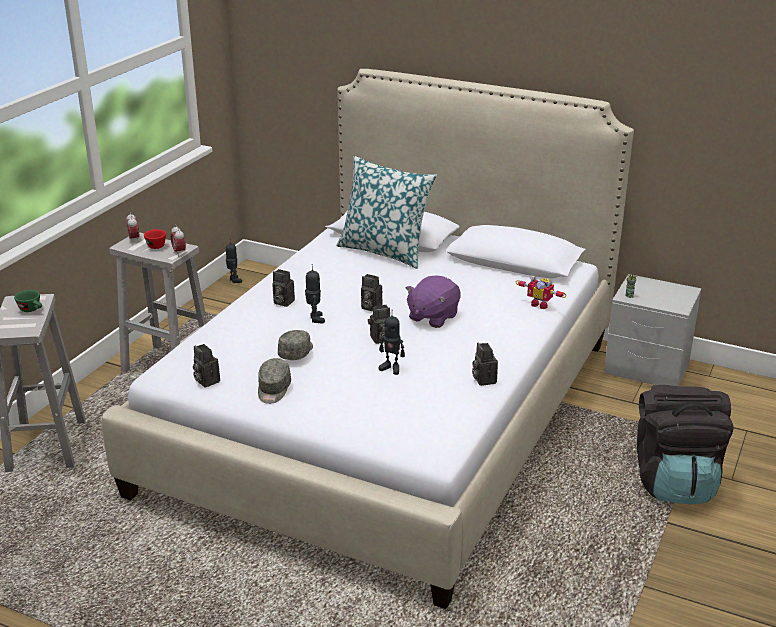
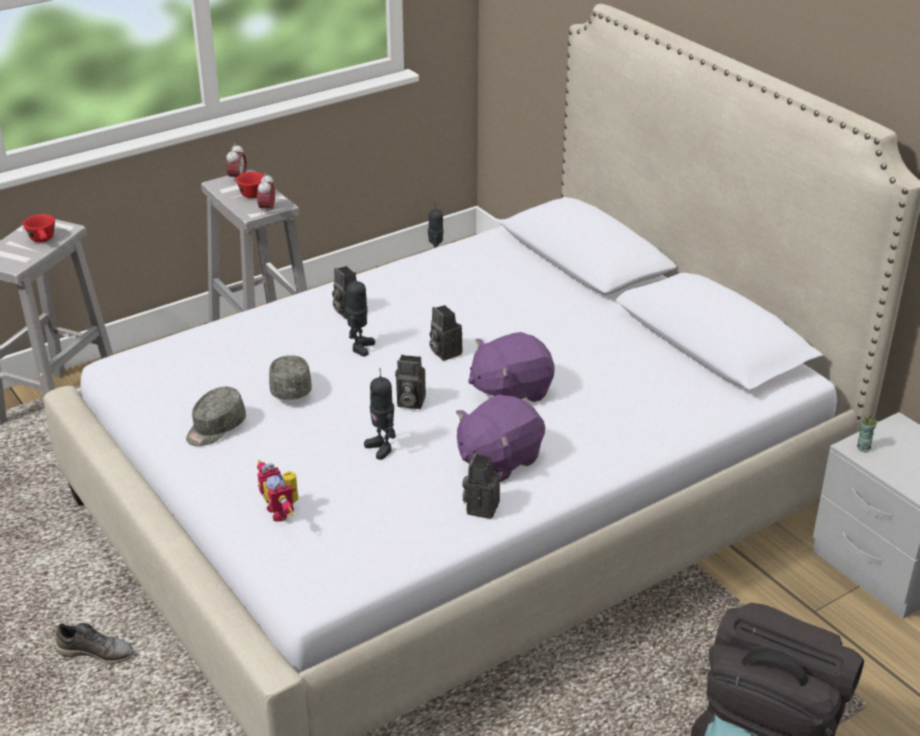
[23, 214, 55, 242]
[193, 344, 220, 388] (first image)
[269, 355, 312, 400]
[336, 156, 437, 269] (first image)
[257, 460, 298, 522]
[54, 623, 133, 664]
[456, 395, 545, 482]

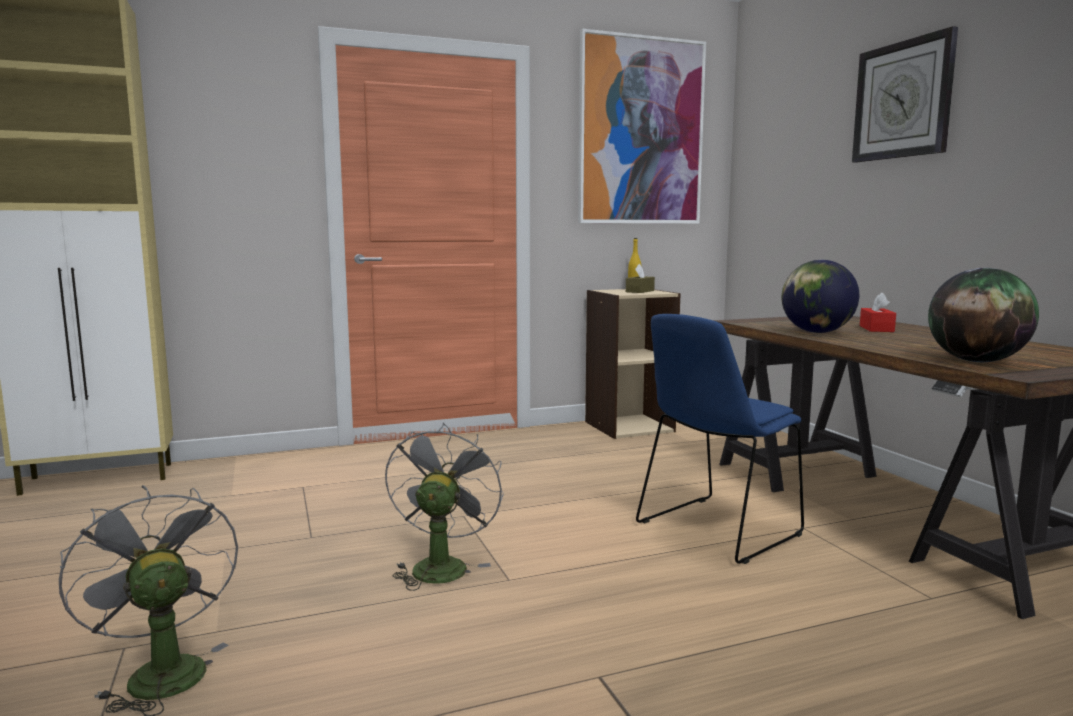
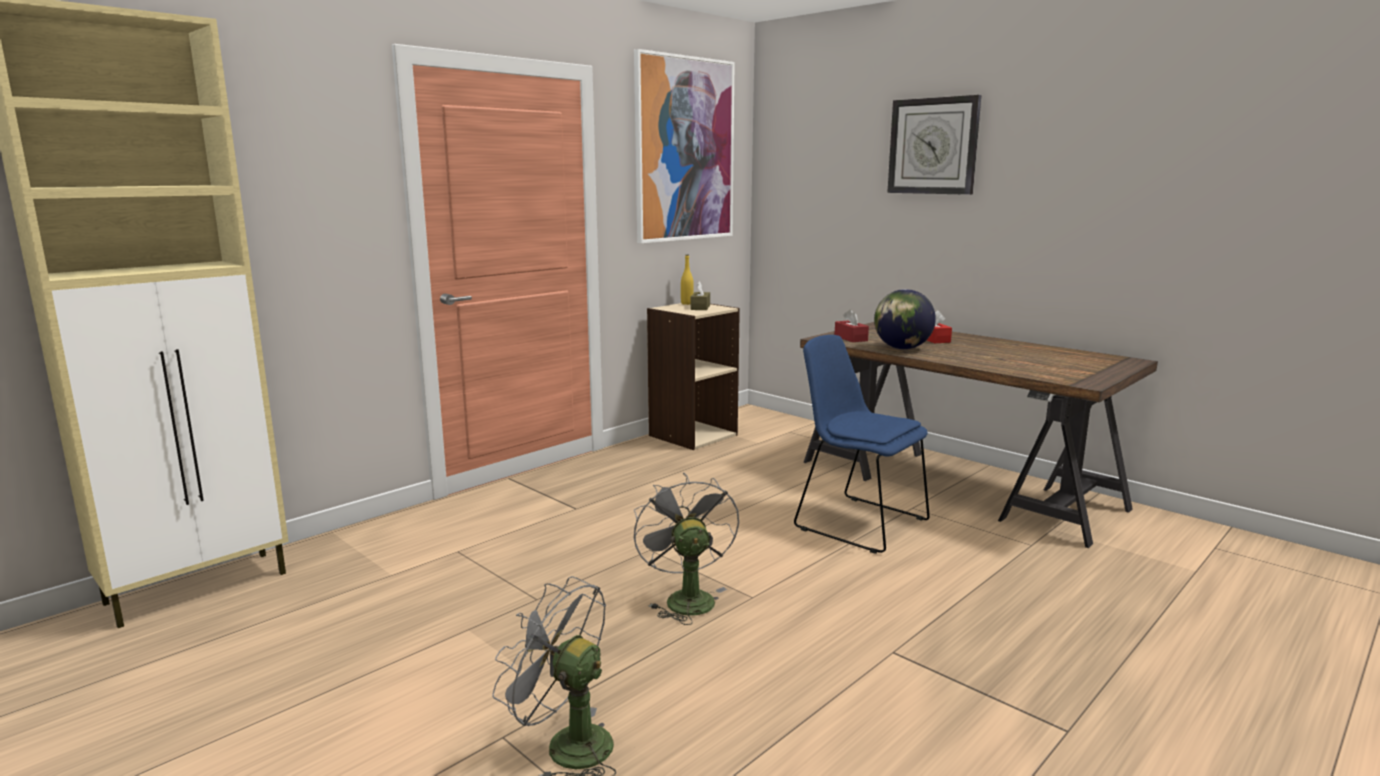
[794, 335, 930, 554]
[928, 268, 1039, 362] (first image)
[835, 309, 869, 342]

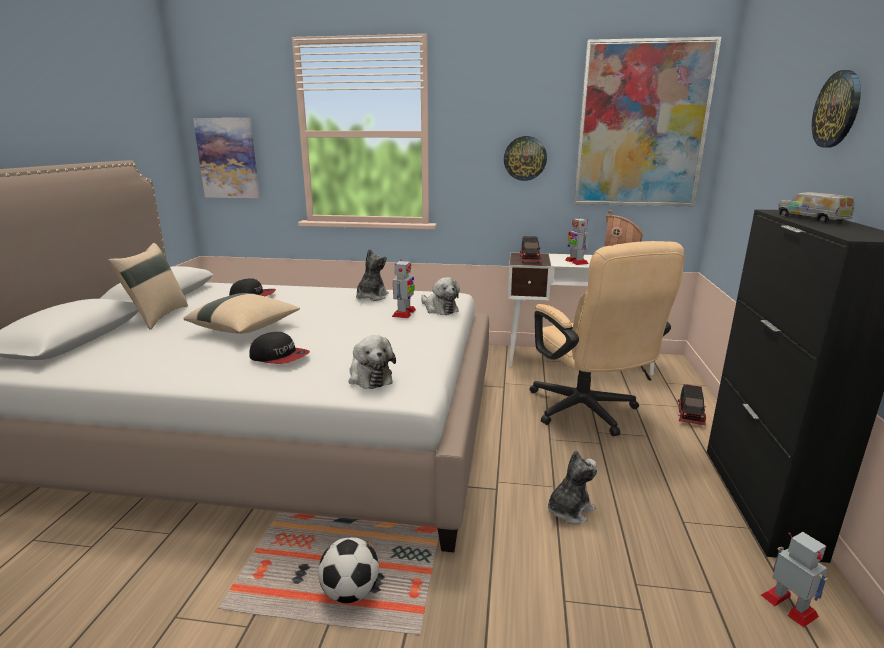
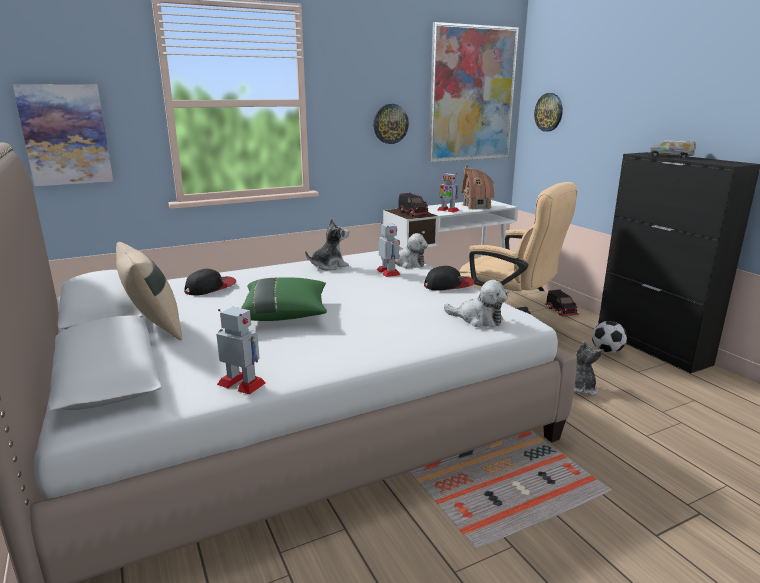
[241, 277, 327, 321]
[424, 266, 475, 291]
[592, 321, 627, 353]
[305, 218, 349, 270]
[216, 307, 266, 394]
[534, 93, 563, 132]

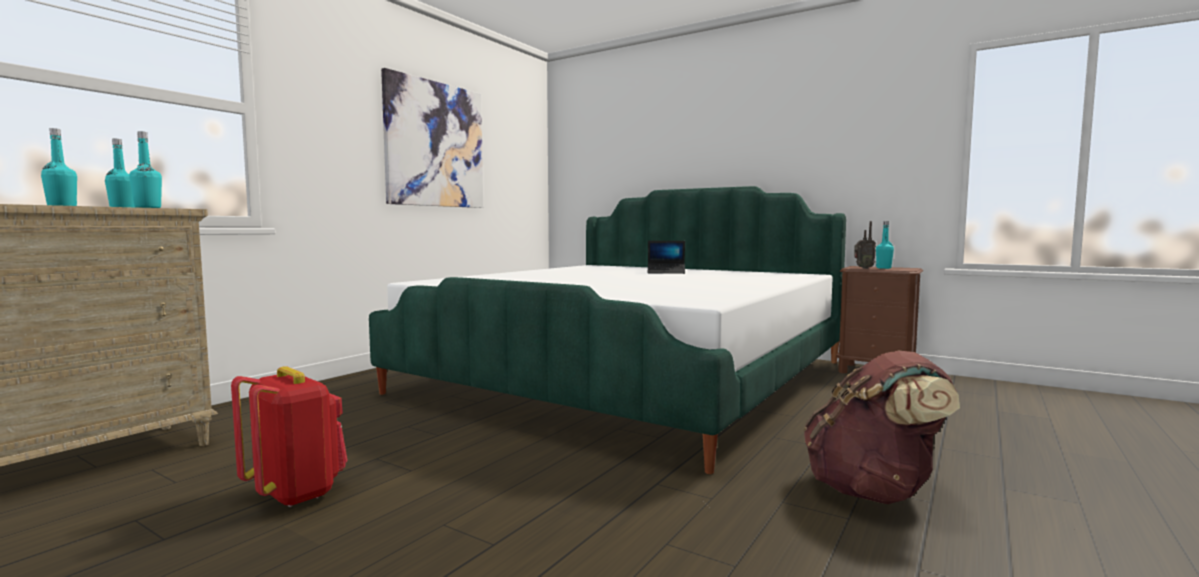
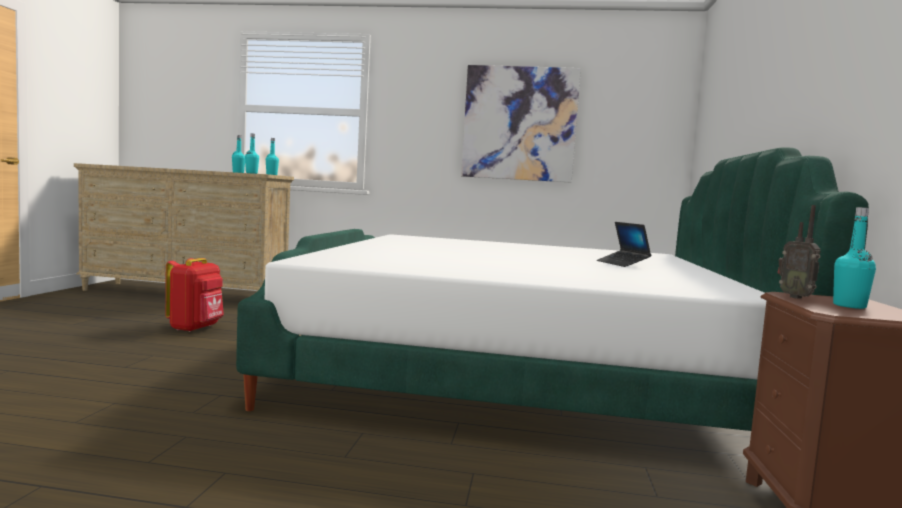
[804, 351, 960, 504] (first image)

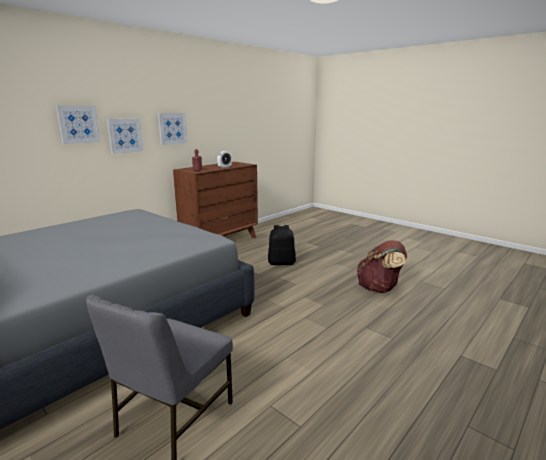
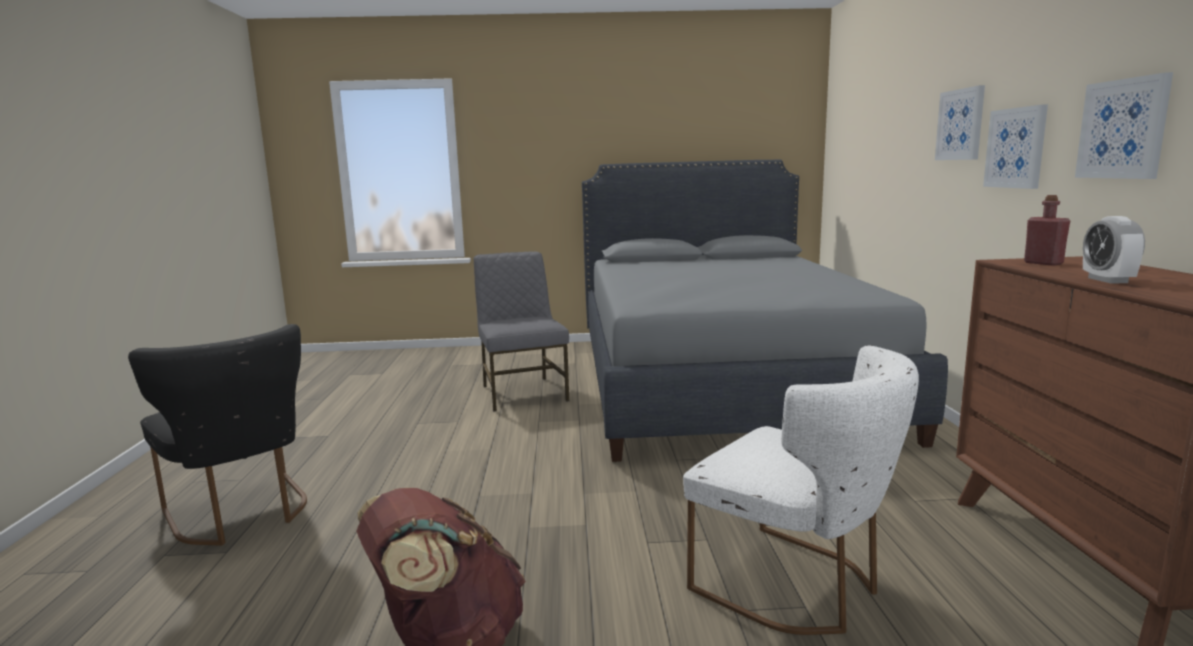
[683, 346, 919, 635]
[128, 324, 307, 546]

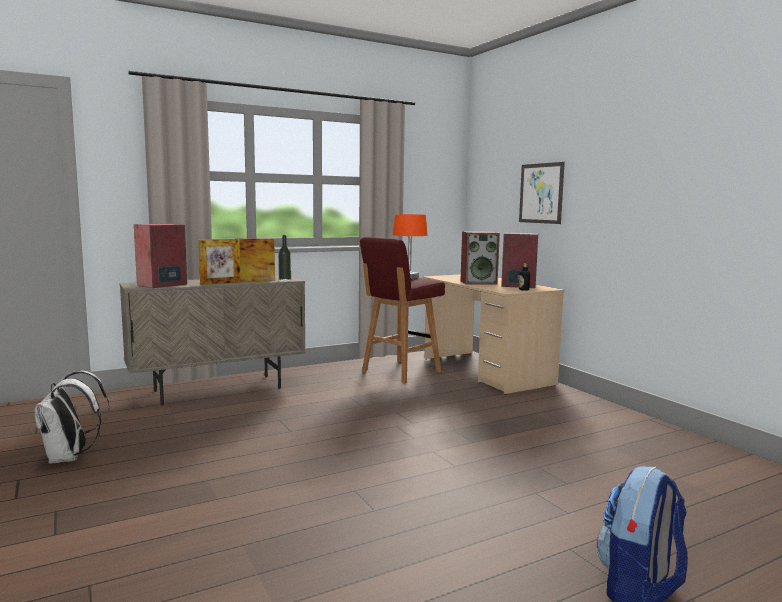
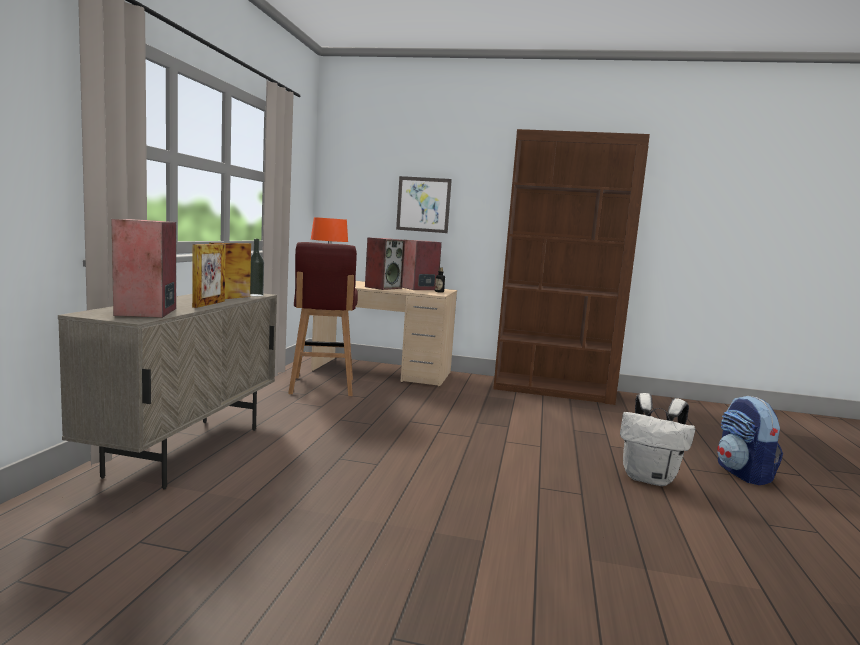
[620, 393, 695, 486]
[493, 129, 650, 405]

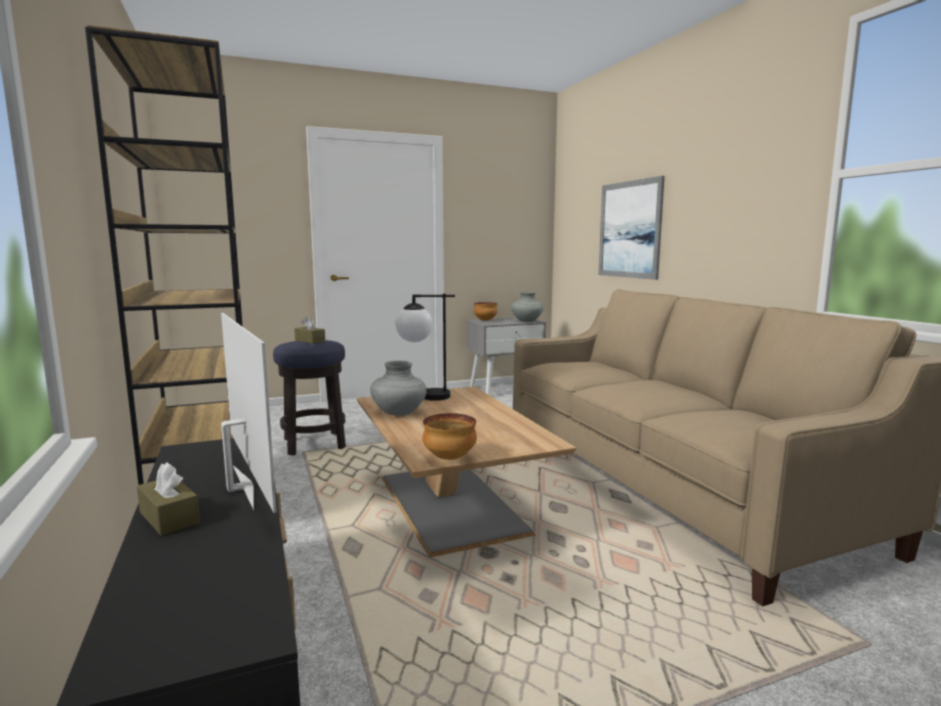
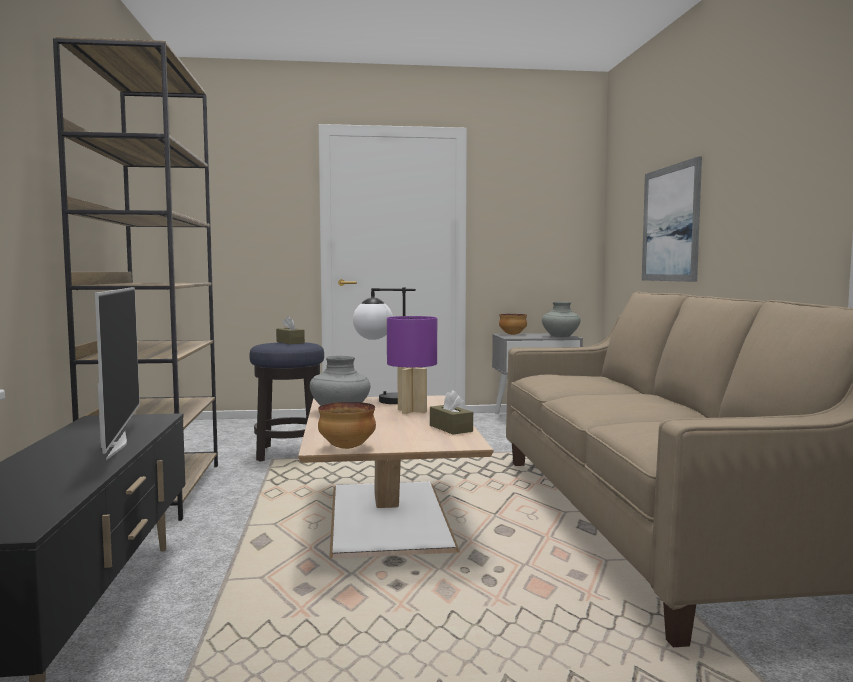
[430, 390, 473, 434]
[387, 316, 437, 414]

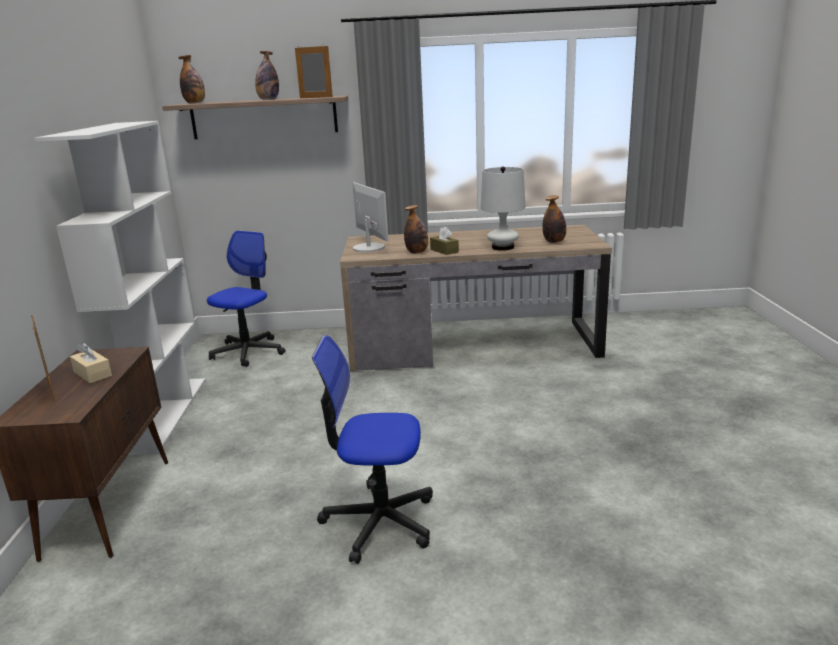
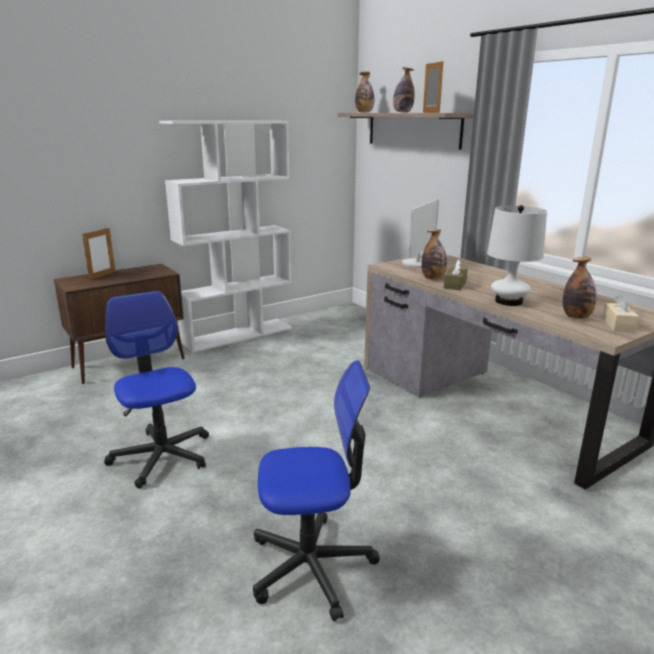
[602, 293, 639, 332]
[253, 360, 380, 621]

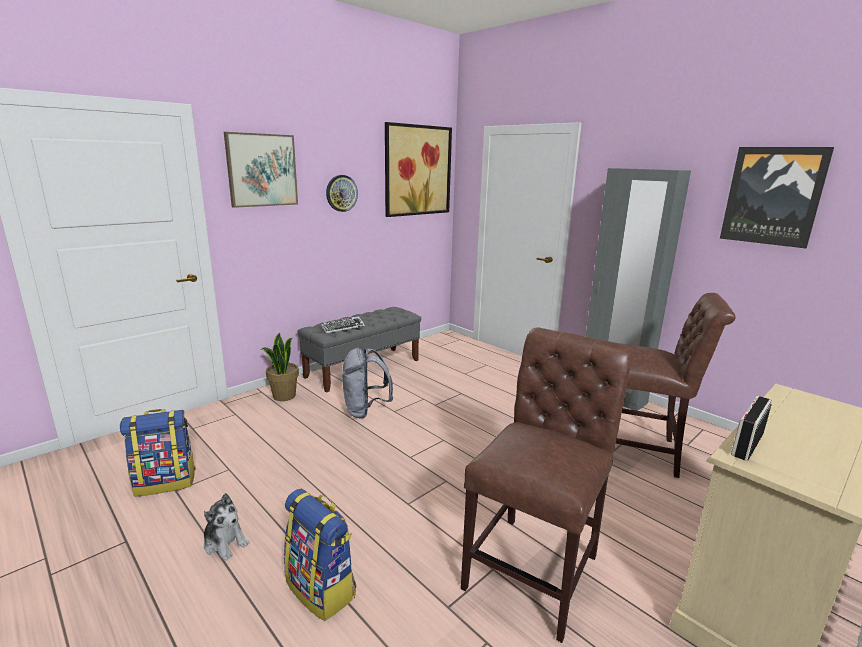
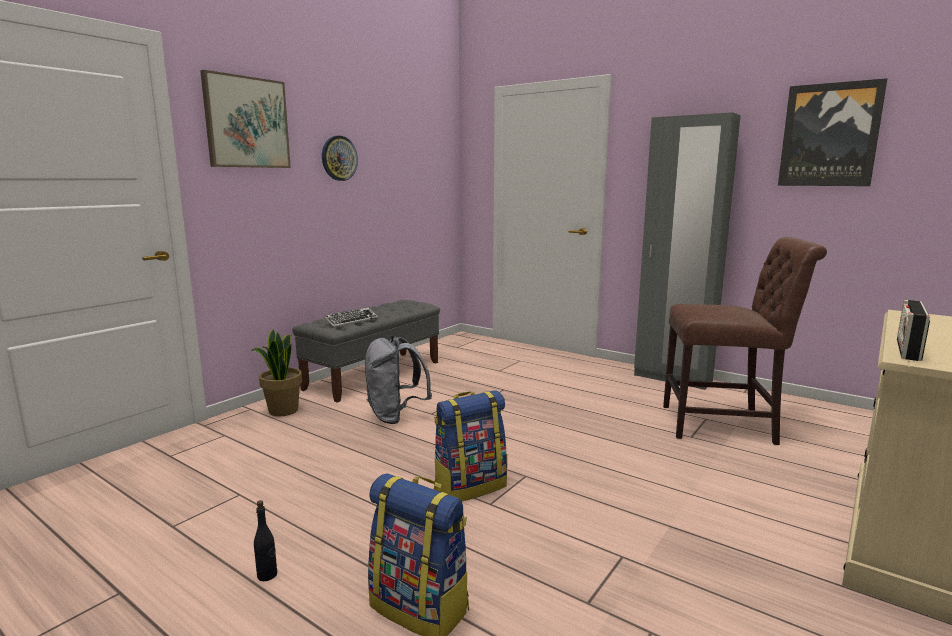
[434, 390, 507, 501]
[254, 500, 277, 581]
[385, 122, 452, 217] (first image)
[461, 327, 633, 643] (first image)

